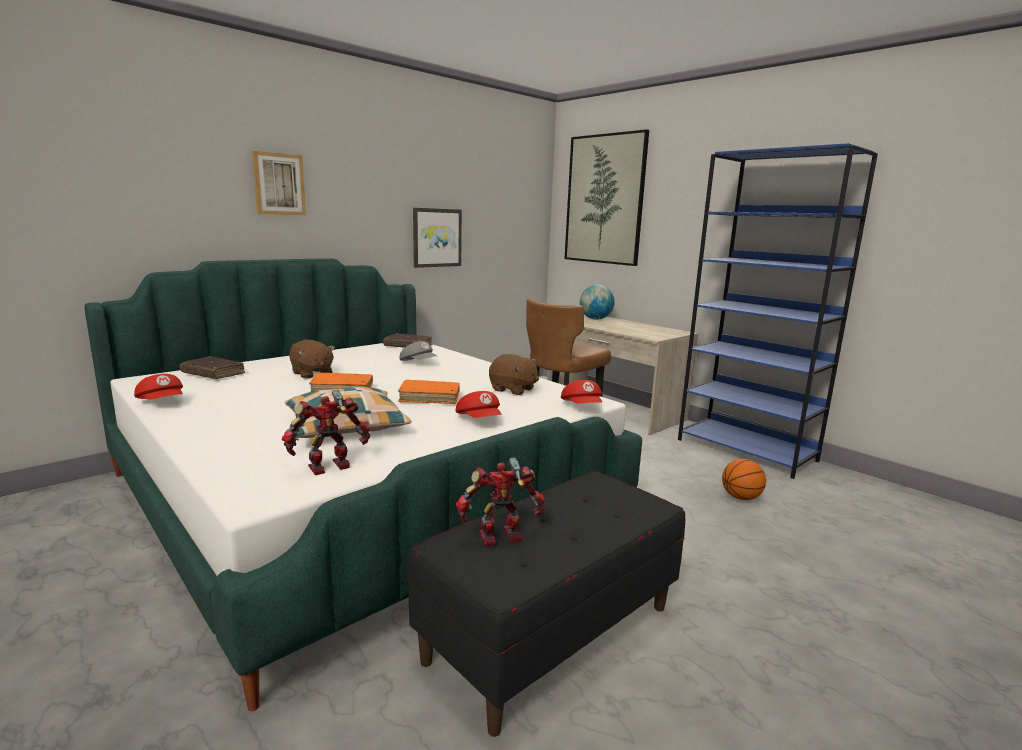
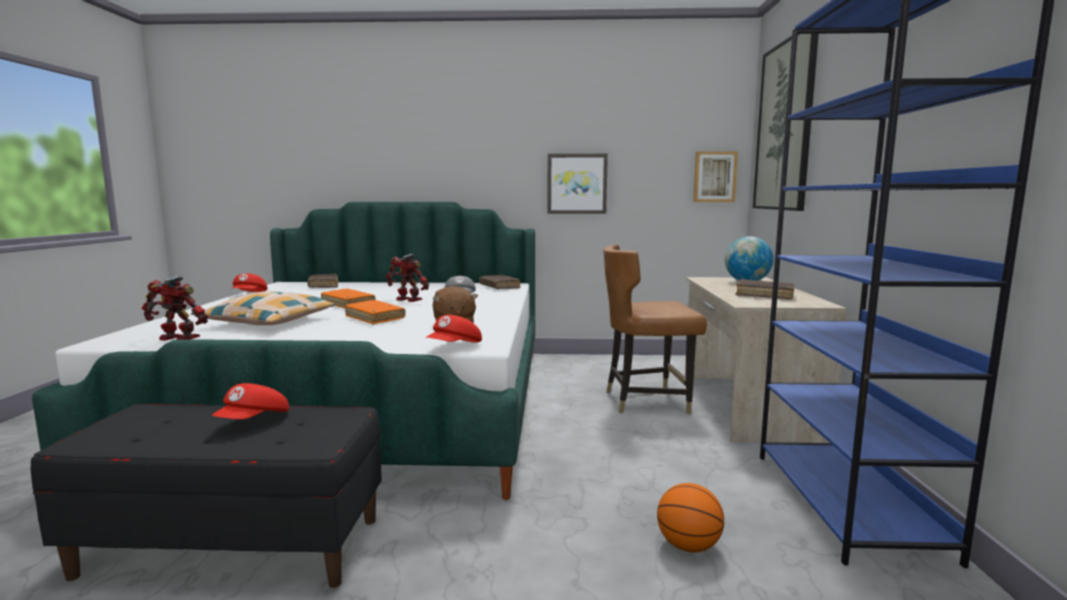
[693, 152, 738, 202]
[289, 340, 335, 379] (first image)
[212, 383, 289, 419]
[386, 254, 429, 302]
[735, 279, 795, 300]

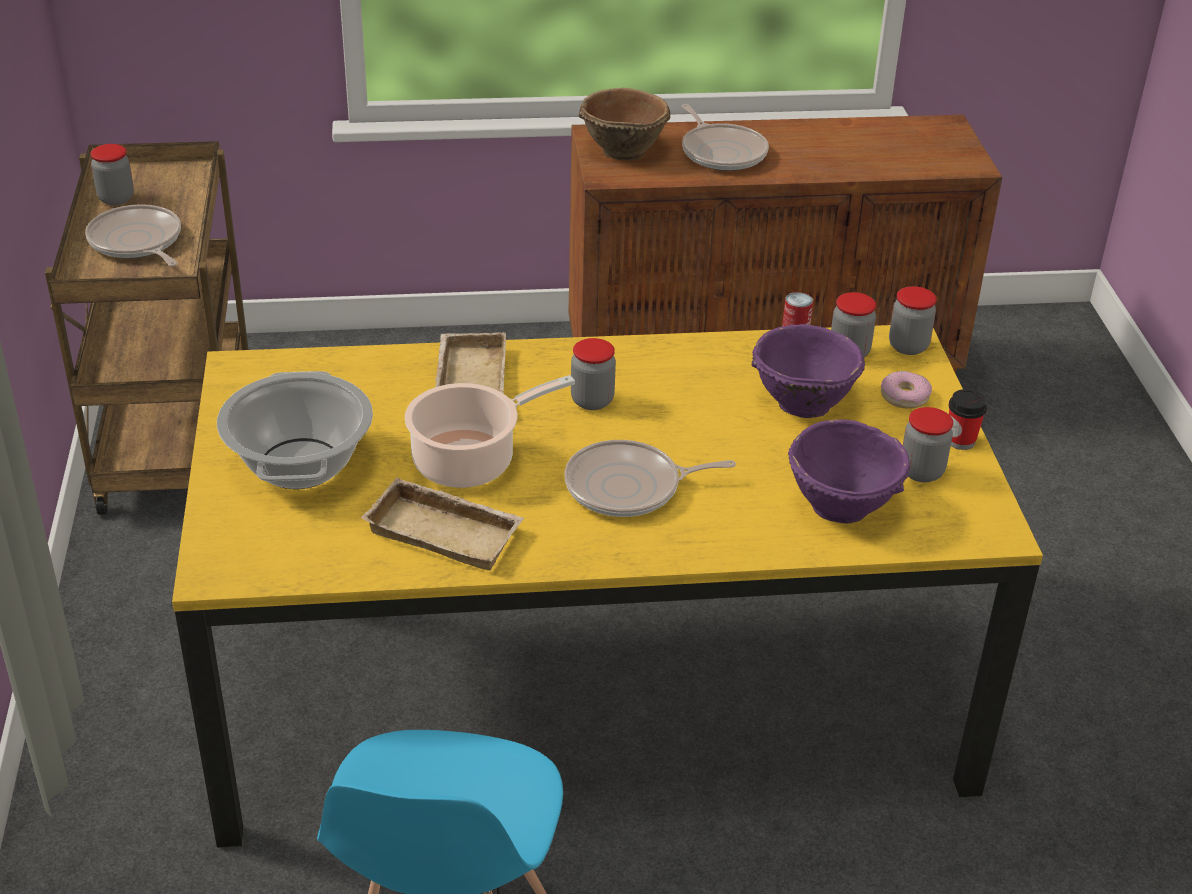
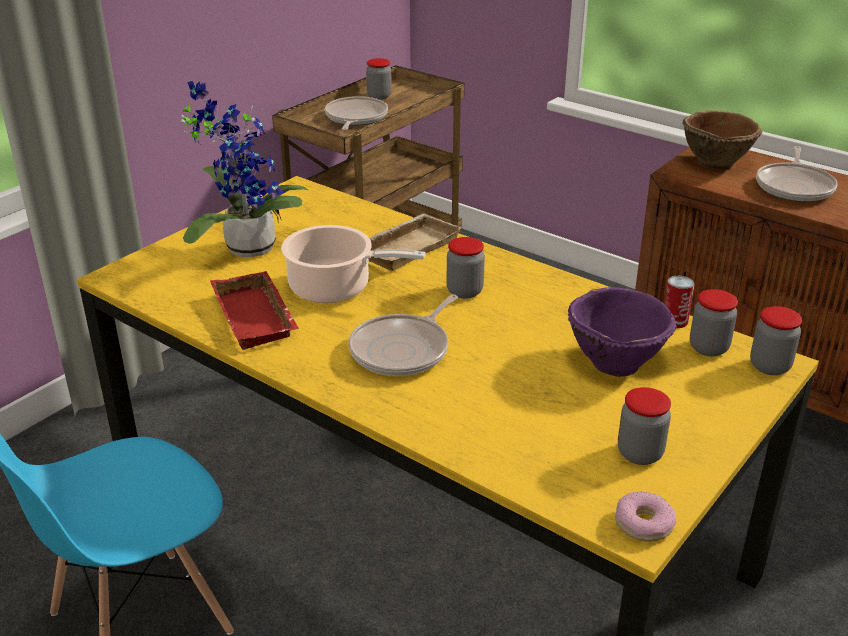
[181, 81, 308, 257]
[210, 271, 299, 350]
[349, 294, 458, 376]
[788, 419, 910, 524] (first image)
[615, 492, 676, 542]
[949, 389, 987, 450] (first image)

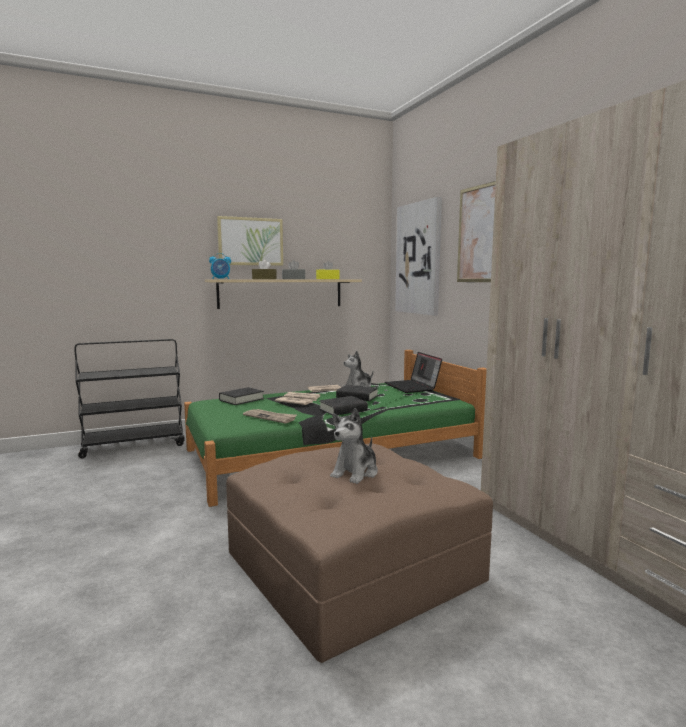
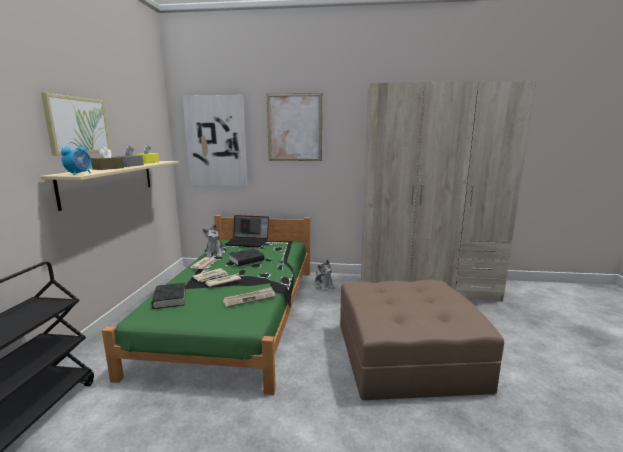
[319, 396, 368, 416] (first image)
[315, 259, 335, 291]

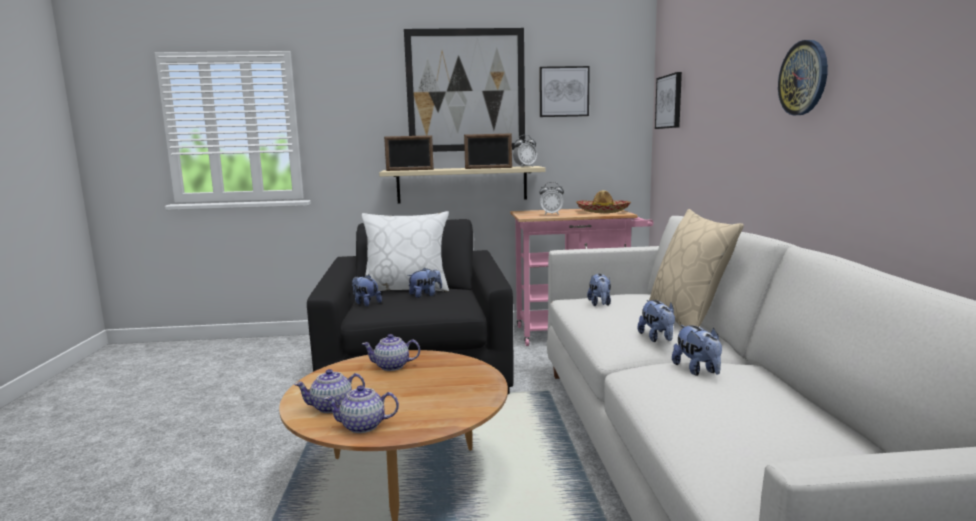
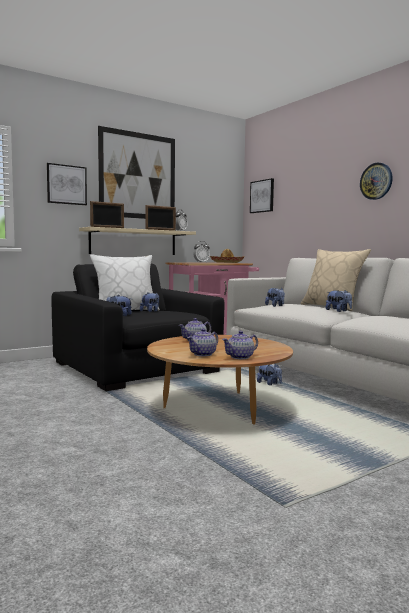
[47, 163, 87, 205]
[257, 363, 282, 385]

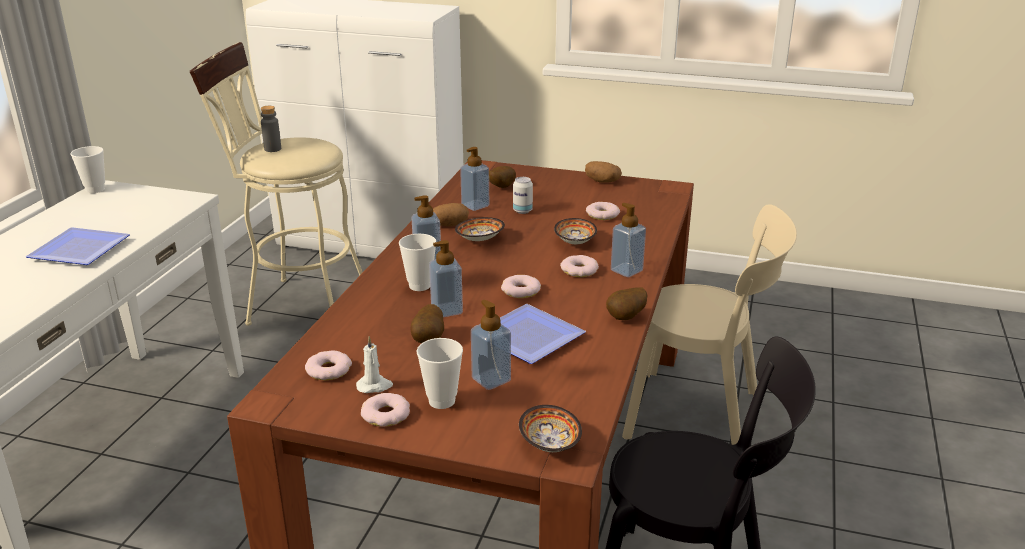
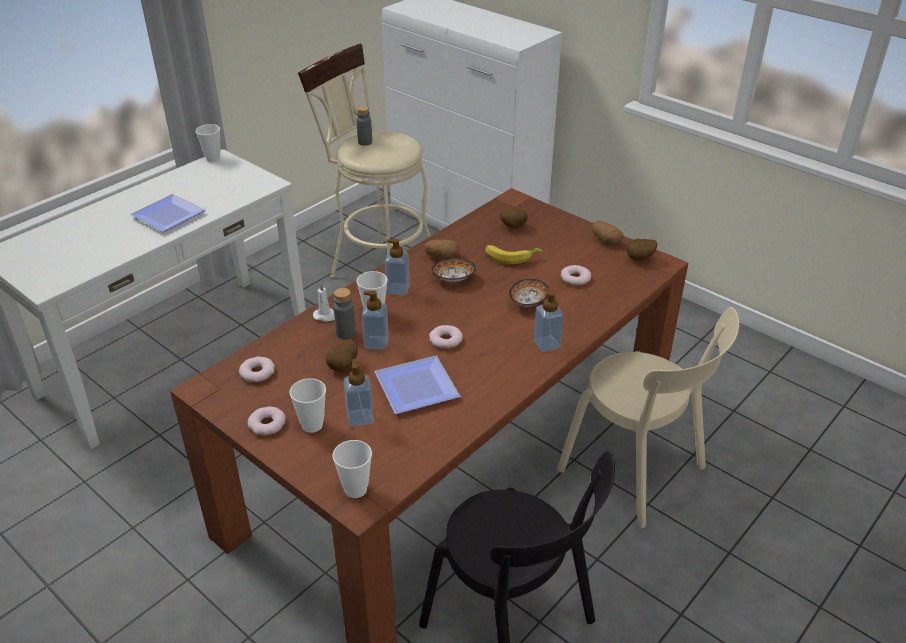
[313, 283, 335, 322]
[460, 147, 489, 211] (first image)
[485, 245, 542, 265]
[332, 440, 372, 498]
[560, 255, 599, 277] (first image)
[626, 239, 658, 261]
[333, 288, 356, 339]

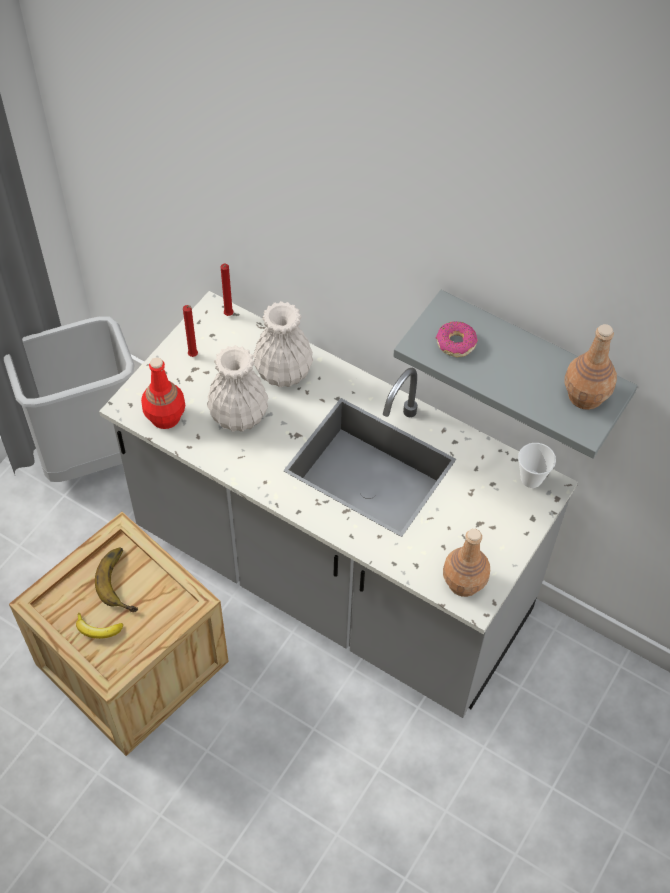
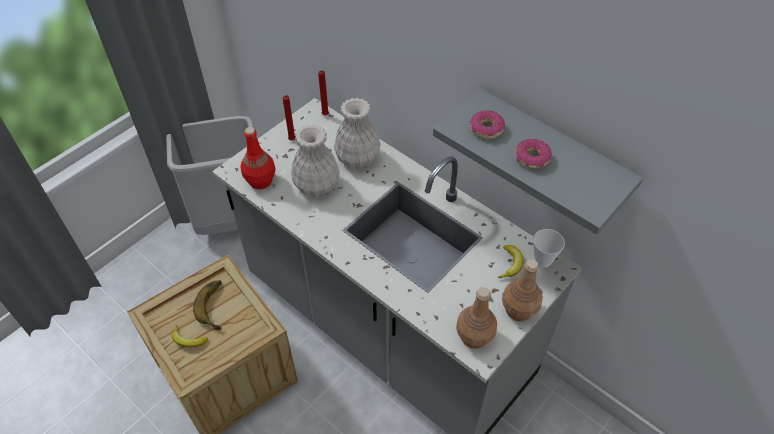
[502, 259, 543, 321]
[498, 245, 523, 278]
[516, 139, 552, 169]

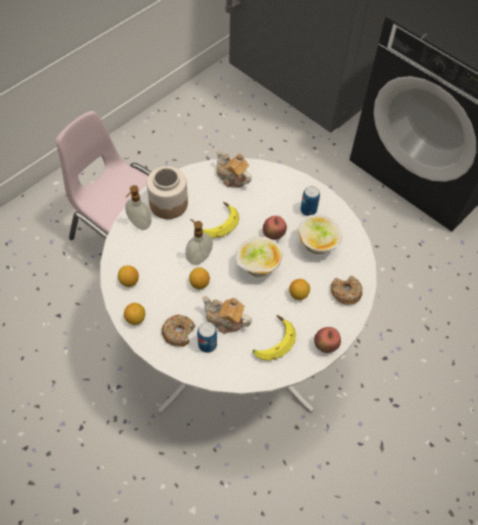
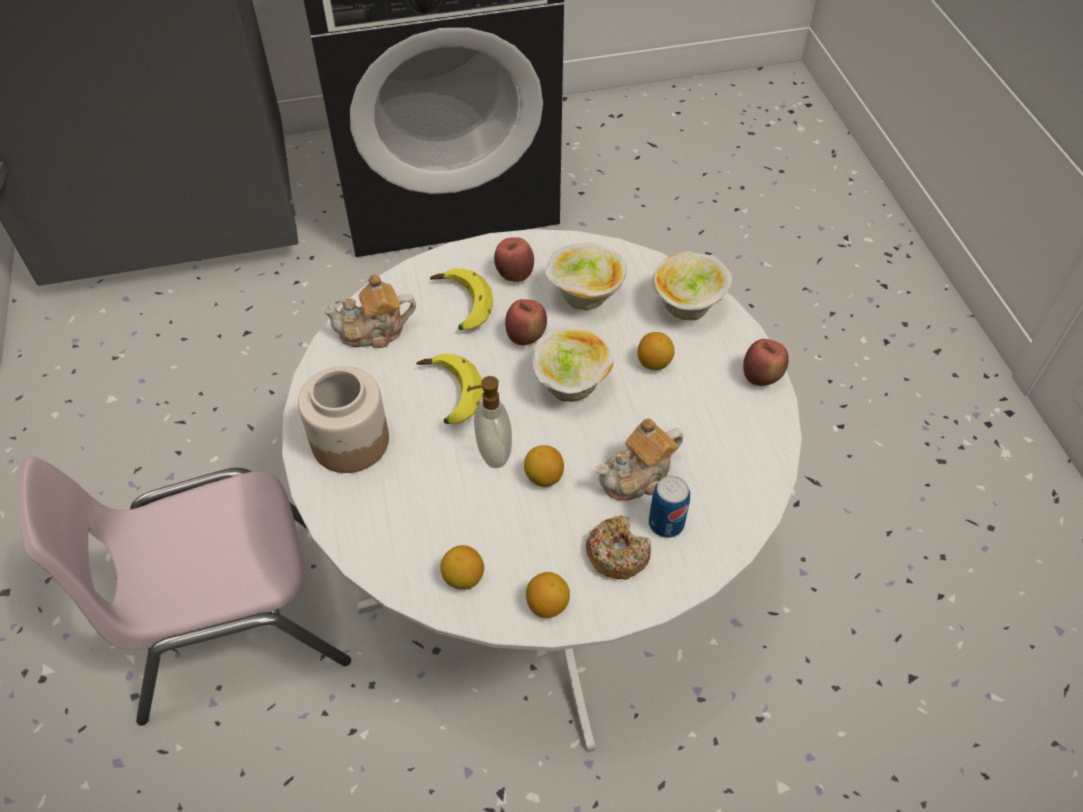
[125, 185, 152, 230] (first image)
[430, 268, 493, 330]
[494, 237, 534, 282]
[652, 251, 732, 320]

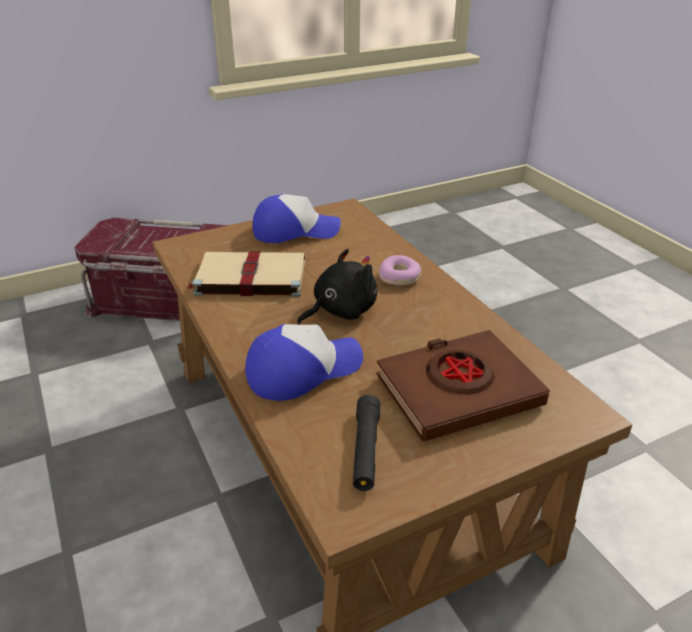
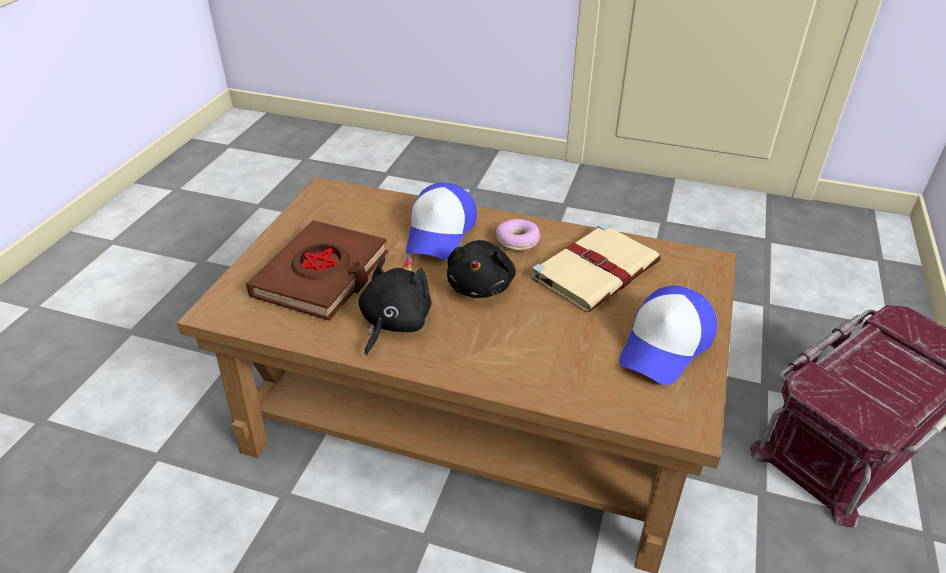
[353, 395, 380, 491] (first image)
[496, 219, 540, 251]
[359, 257, 432, 356]

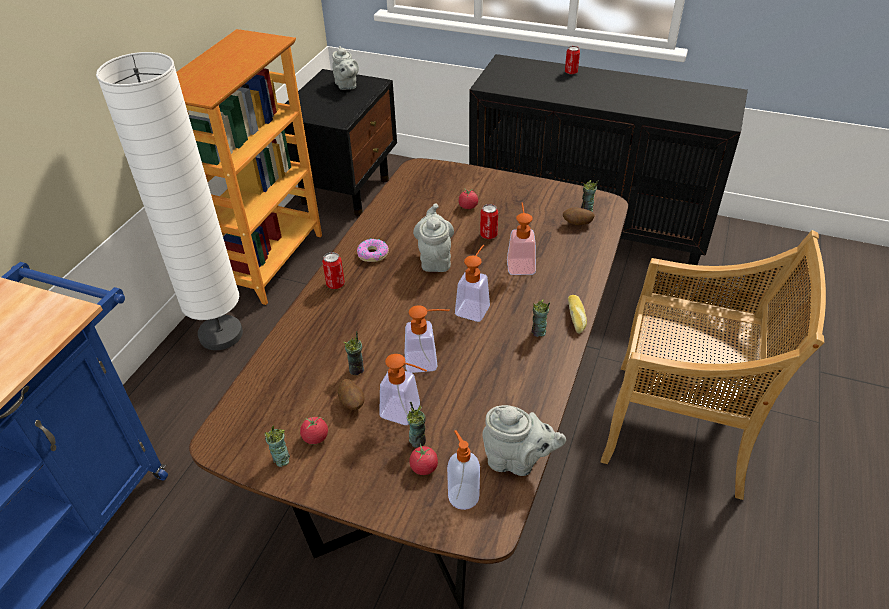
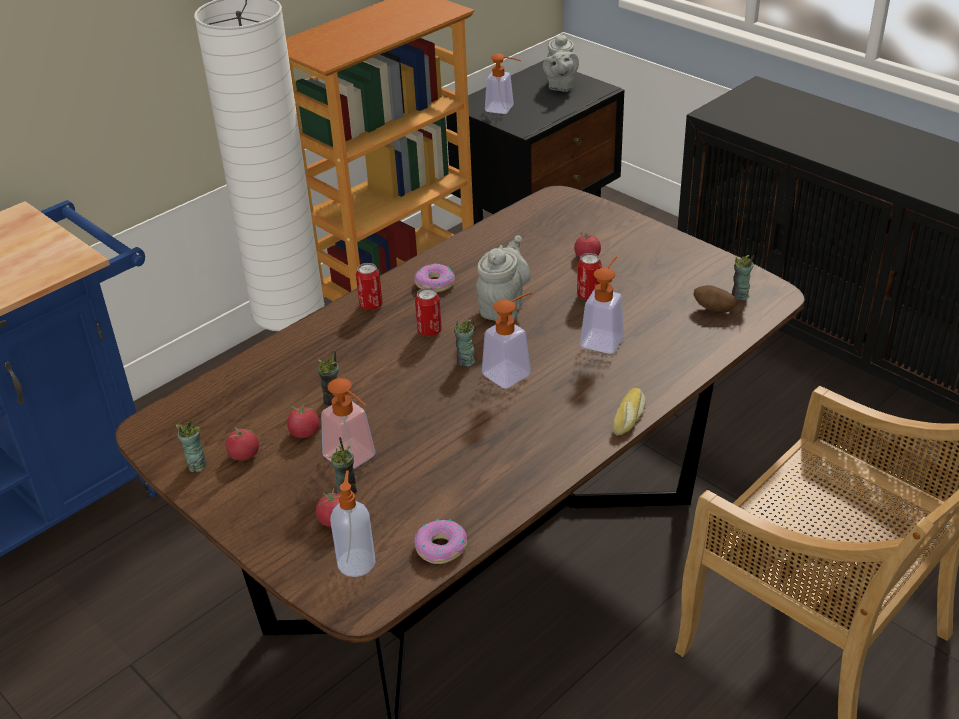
[287, 402, 319, 438]
[485, 54, 521, 114]
[414, 519, 467, 564]
[454, 319, 476, 367]
[415, 288, 442, 336]

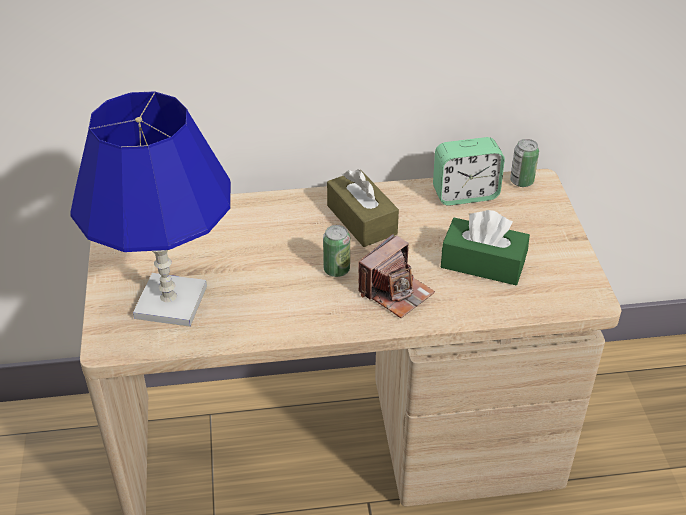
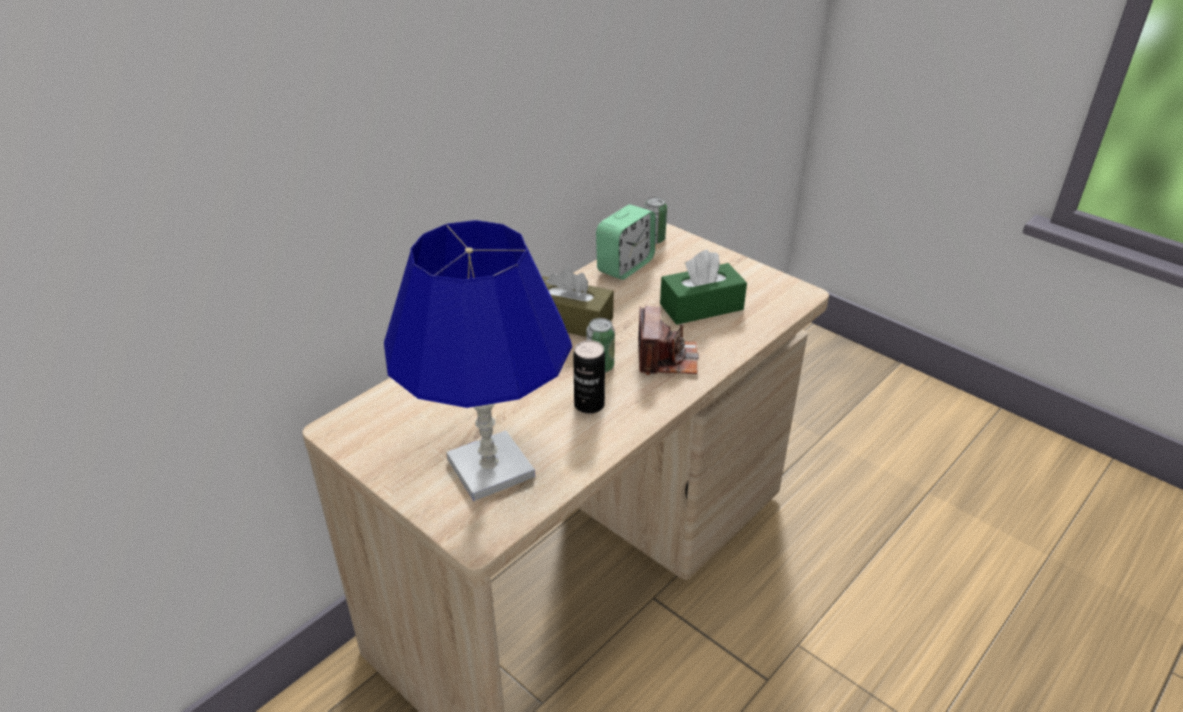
[573, 340, 605, 414]

